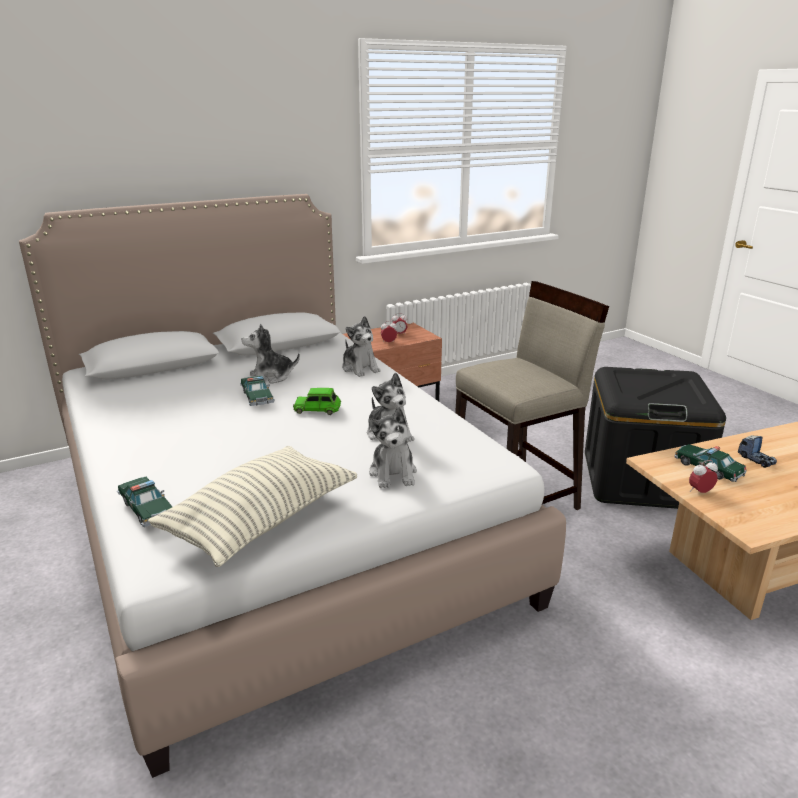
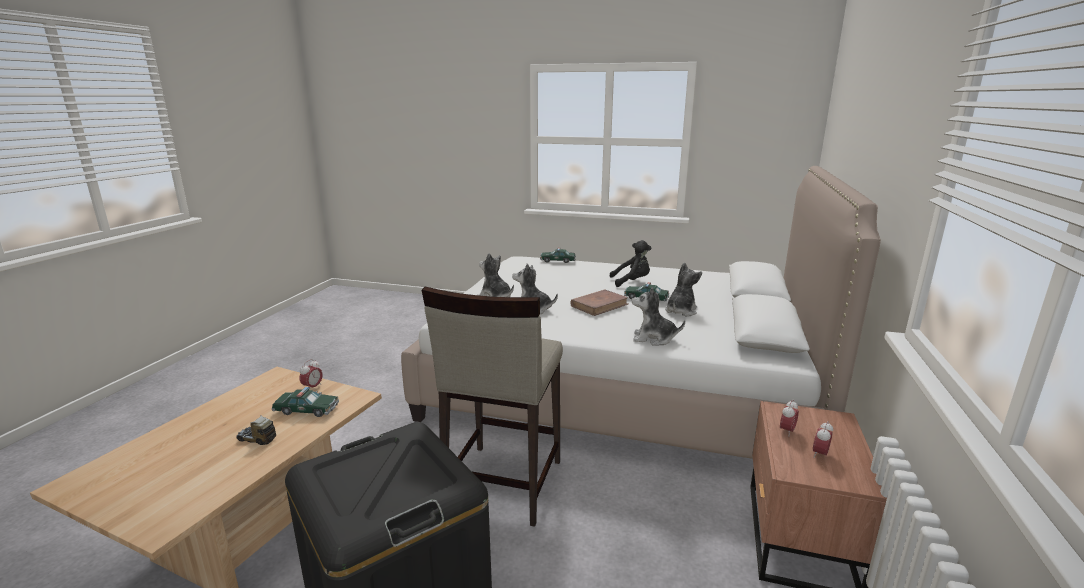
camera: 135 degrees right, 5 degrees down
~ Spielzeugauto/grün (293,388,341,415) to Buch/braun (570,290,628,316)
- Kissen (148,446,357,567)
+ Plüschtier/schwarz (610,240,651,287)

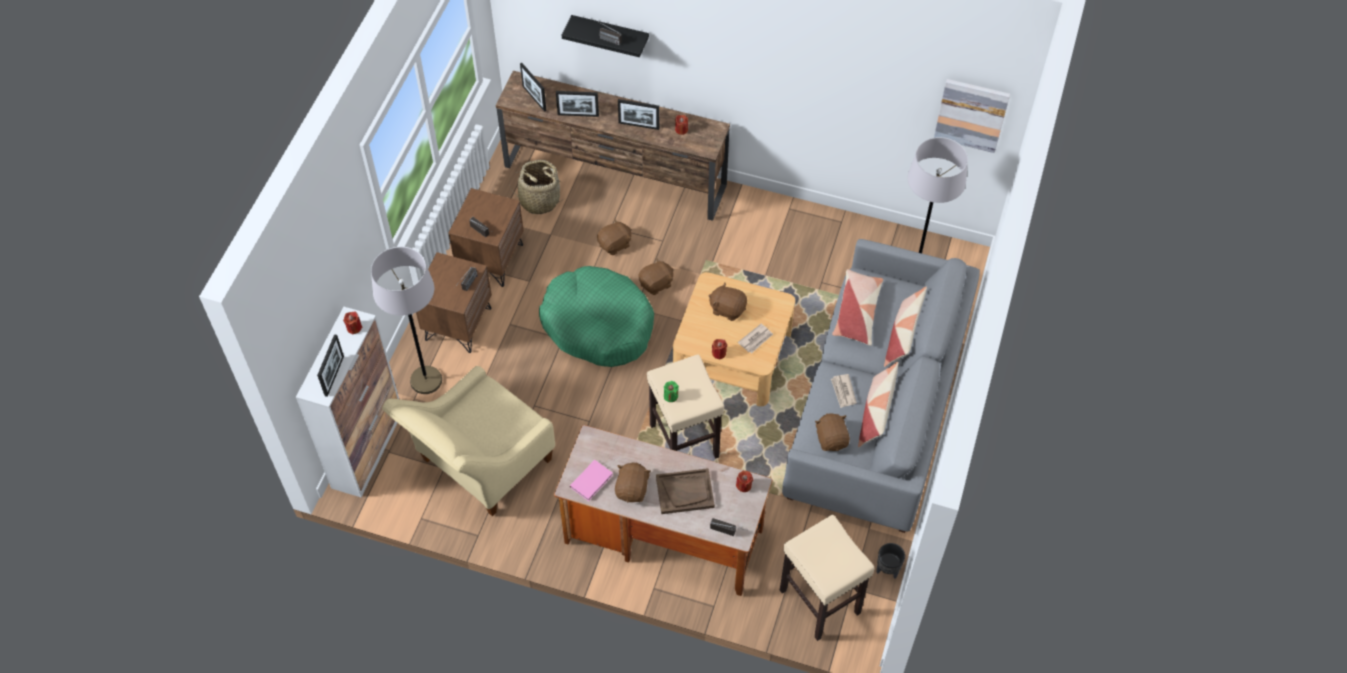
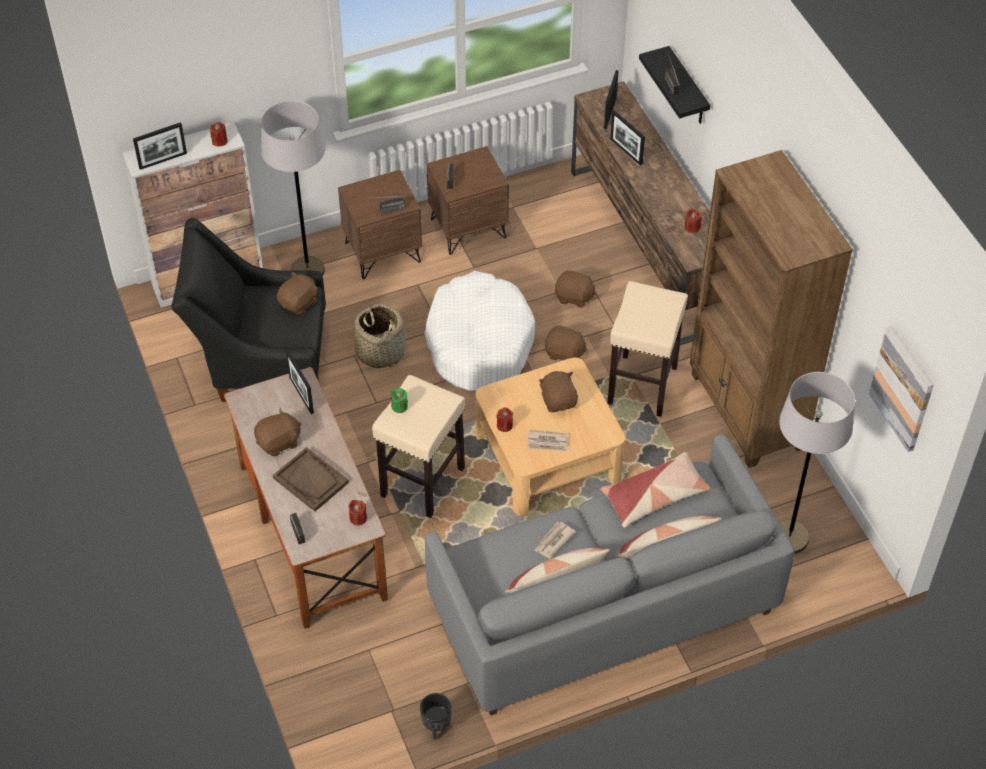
camera: 50 degrees right, 5 degrees down
~ Bilderrahmen (618,99,659,130) to (286,350,314,414)
~ Korb (509,160,565,214) to (355,303,405,368)
~ Hundebett/grün (539,266,654,367) to Hundebett/weiß (424,271,535,391)
~ Sessel/beige (382,366,555,516) to Sessel/schwarz (171,218,326,402)
~ Plüschtier/braun (815,413,850,451) to (277,272,318,315)
- Buch/rosa (570,460,613,501)
~ Hocker/beige (780,515,875,641) to (607,281,688,417)
+ Bücherregal/braun (690,150,853,468)

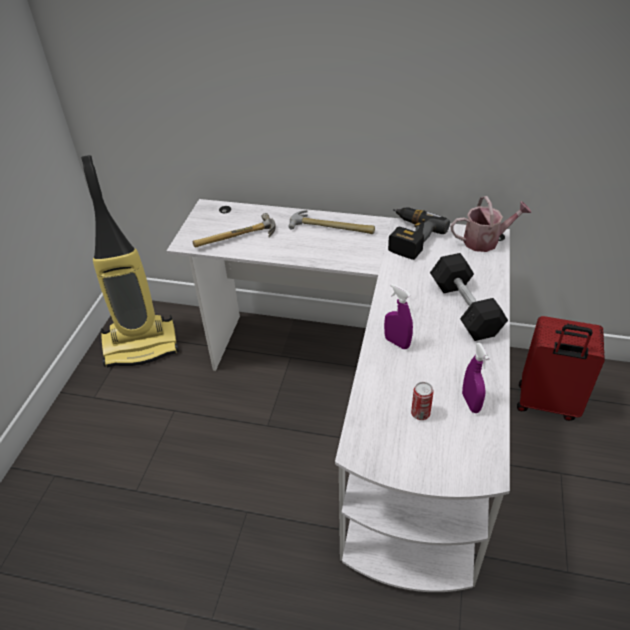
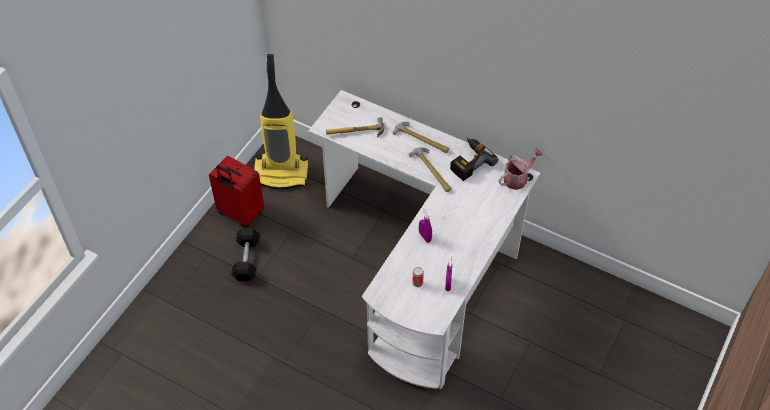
camera: 15 degrees right, 10 degrees up
~ Gießkanne (450,196,532,252) = (499,148,543,190) 45 degrees counterclockwise
~ Hantel/schwarz (430,253,508,341) to (231,228,260,281)
~ Koffer/rot (517,316,605,421) to (209,156,264,228)
+ Hammer (409,147,452,192)

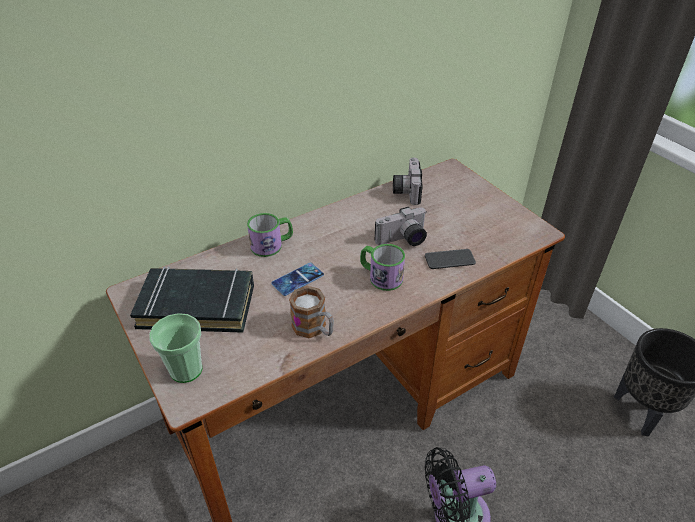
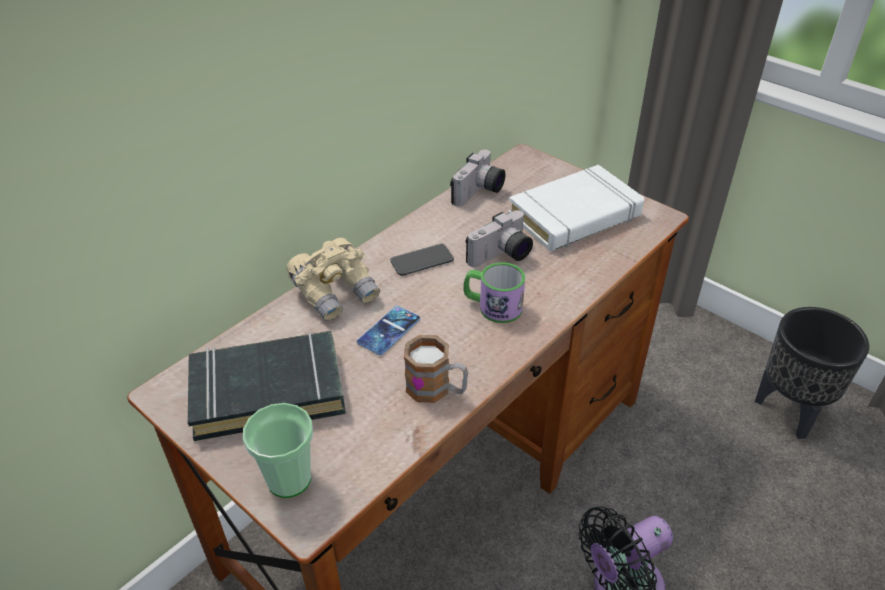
camera: 15 degrees left, 0 degrees up
~ Kamera (393,158,423,205) = (450,150,506,207) 135 degrees counterclockwise
~ Henkelbecher (247,213,293,257) to Fernglas/beige (286,238,380,321)
~ Handy (425,249,476,269) to (390,244,454,276)
+ Buch/weiß (508,165,644,252)

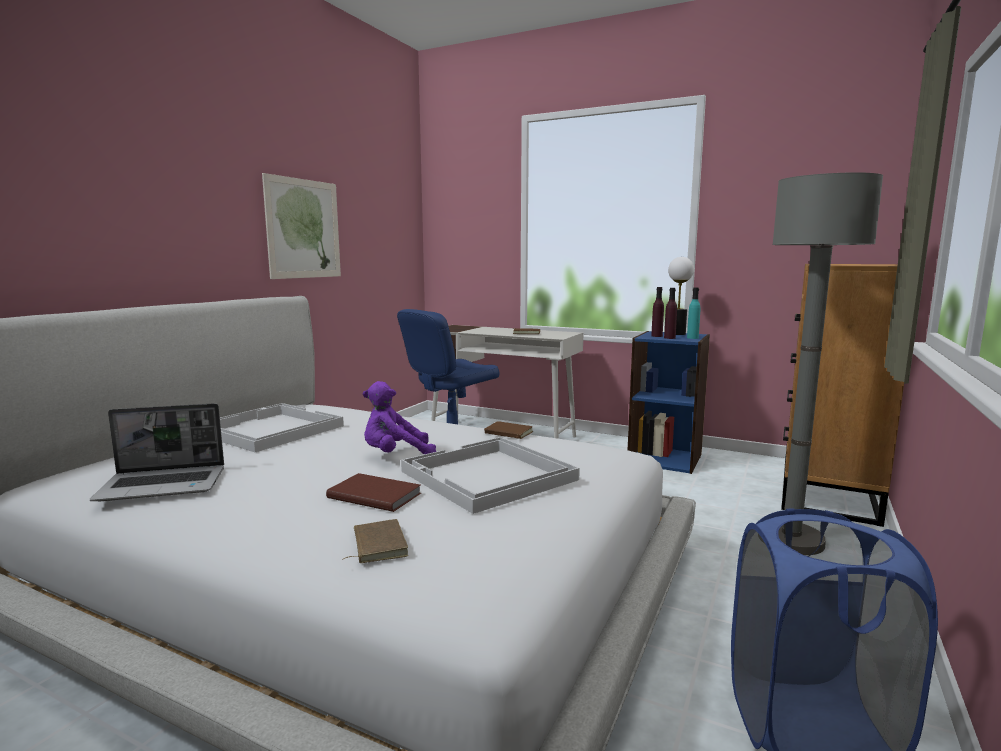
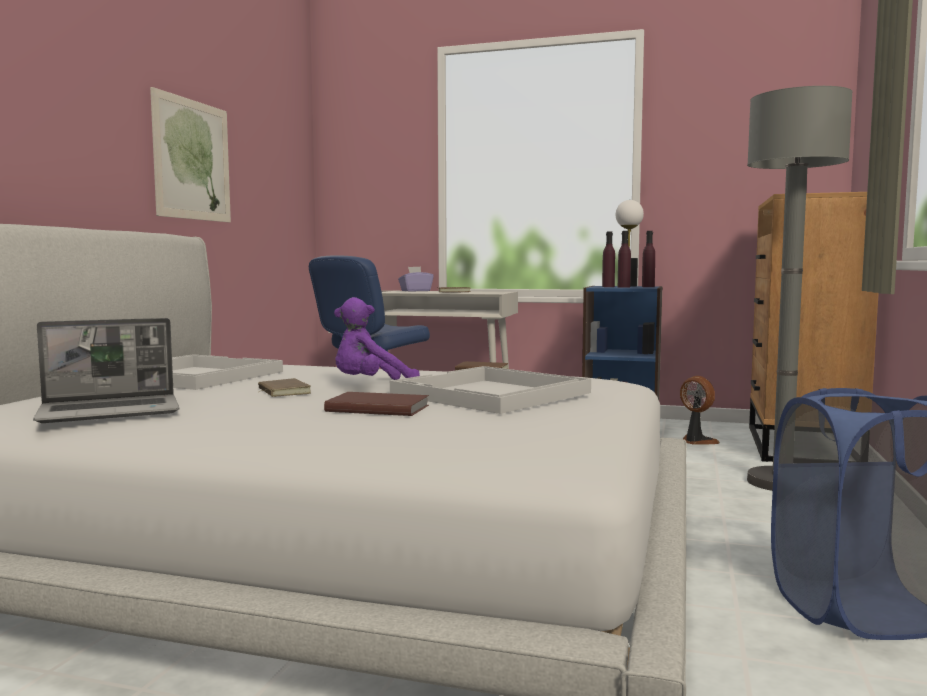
camera: 10 degrees left, 5 degrees down
~ Flasche/türkis (687,288,700,339) to Flasche/lila (642,231,655,287)
~ Buch/braun (344,519,408,563) to (258,378,311,397)
+ Taschentuchbox/lila (398,266,434,292)
+ Ventilator (680,376,720,445)

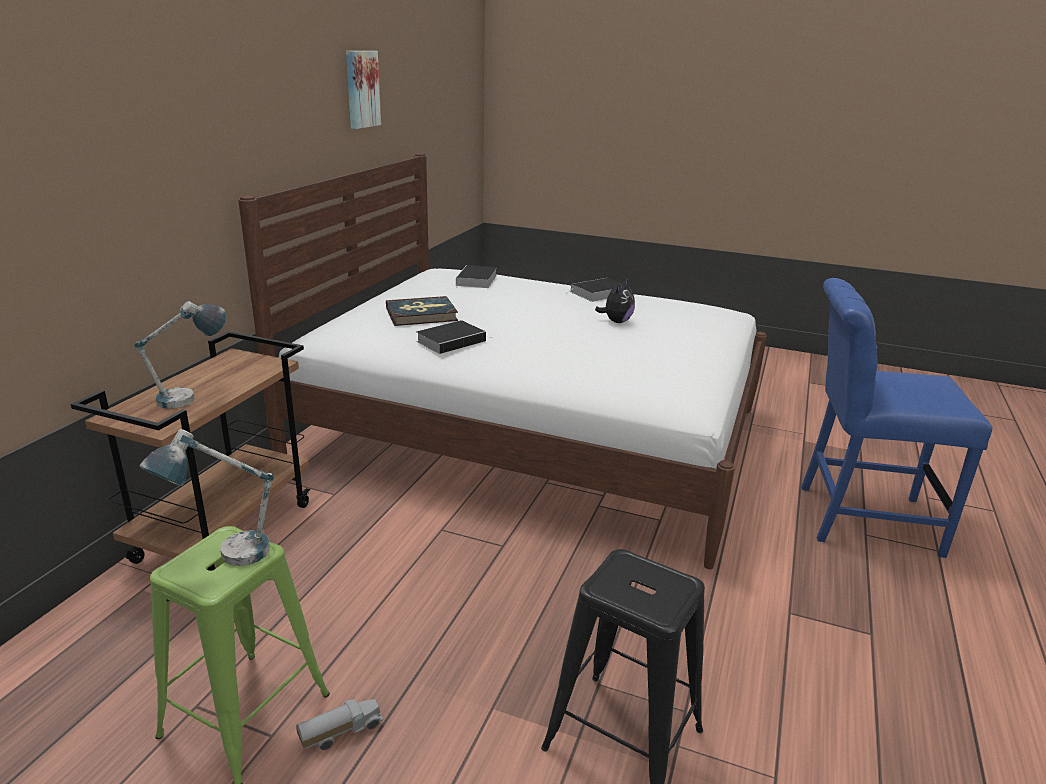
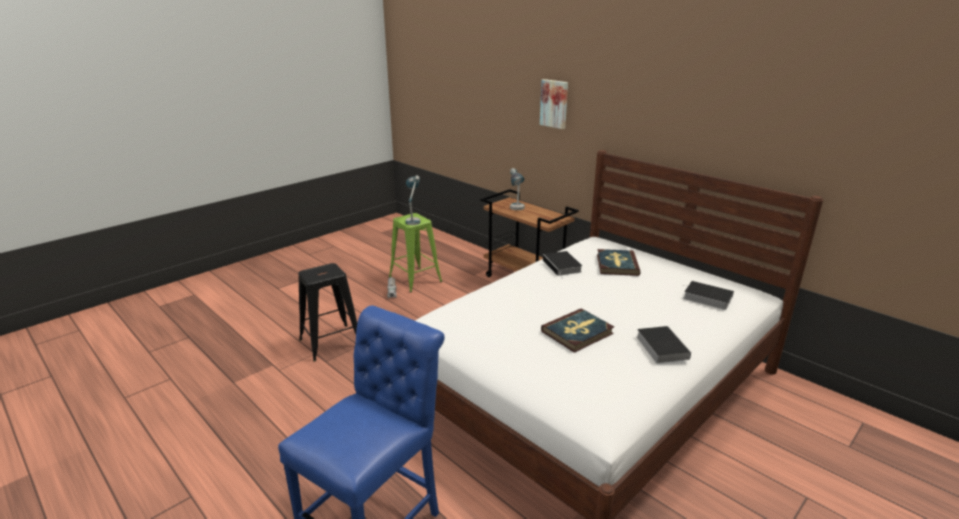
camera: 115 degrees right, 0 degrees up
~ Bild (346,51,381,129) to (540,79,568,129)
~ Plüschtier (595,279,635,323) to Buch (541,308,614,353)

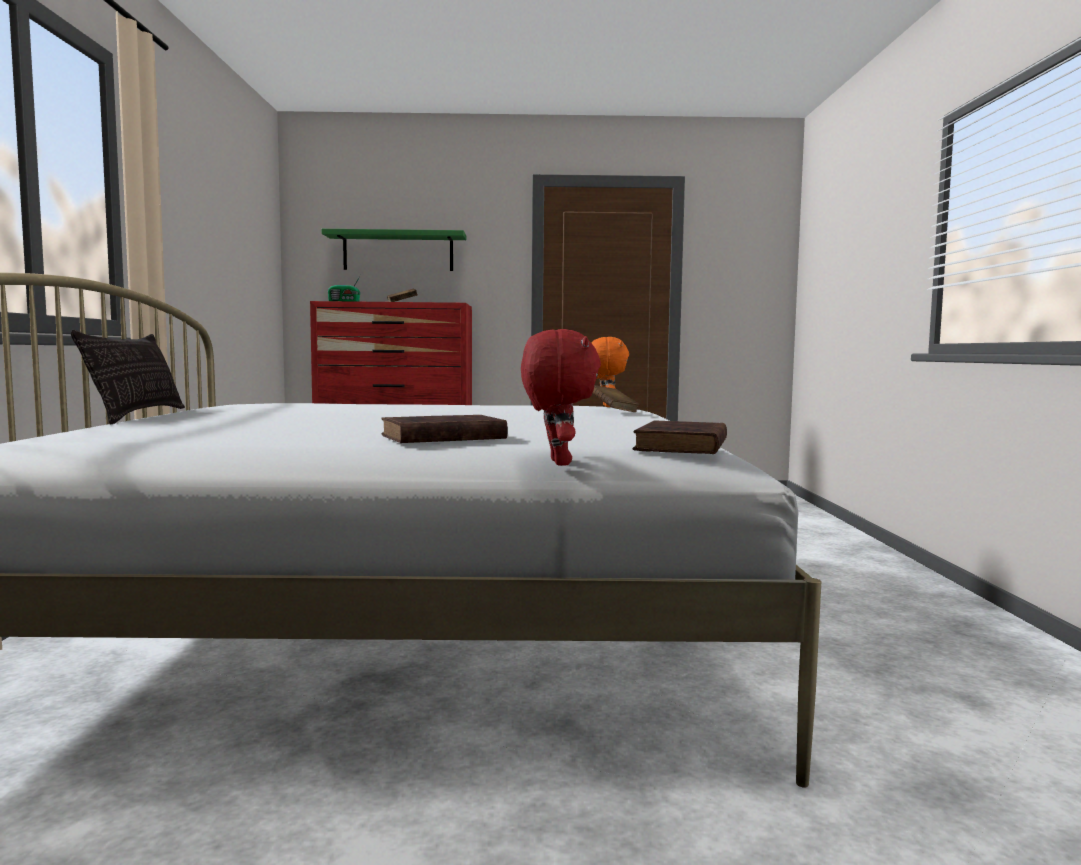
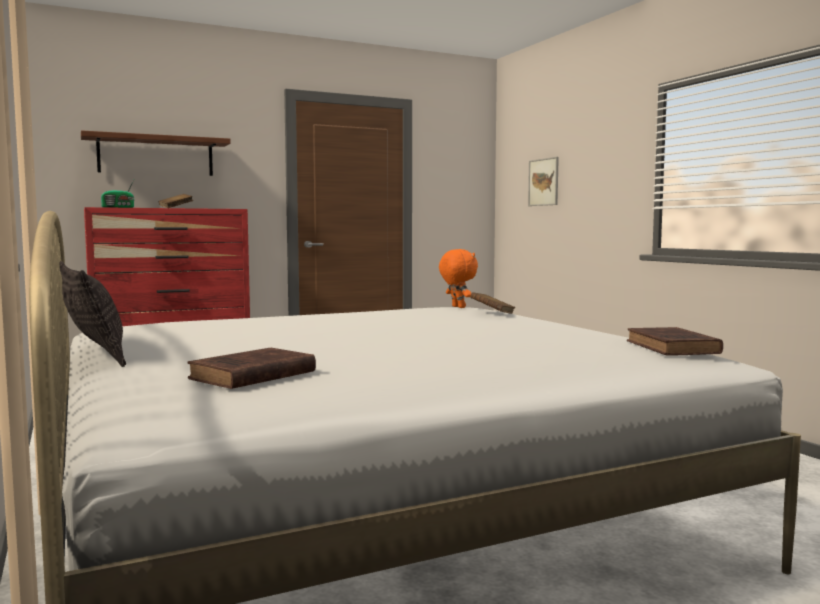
camera: 25 degrees left, 0 degrees up
~ Wandregal/grün (322,229,466,271) to Wandregal/braun (81,130,231,176)
- Plüschtier/rot (521,329,601,466)
~ Buch/braun (382,415,508,443) to (187,348,316,389)
+ Bild (528,157,559,206)

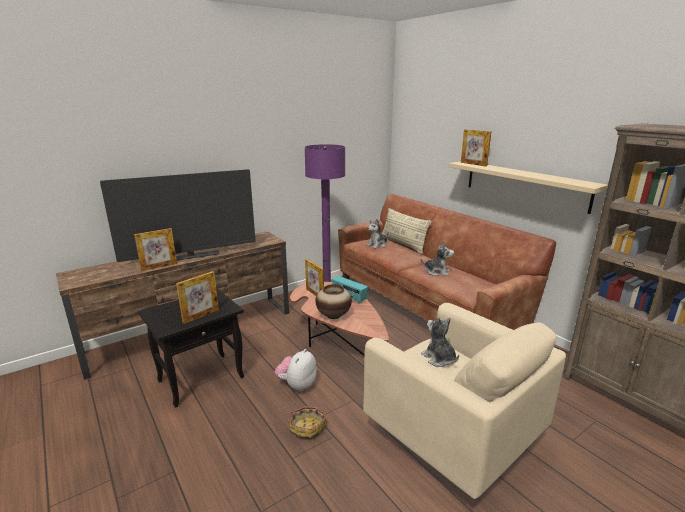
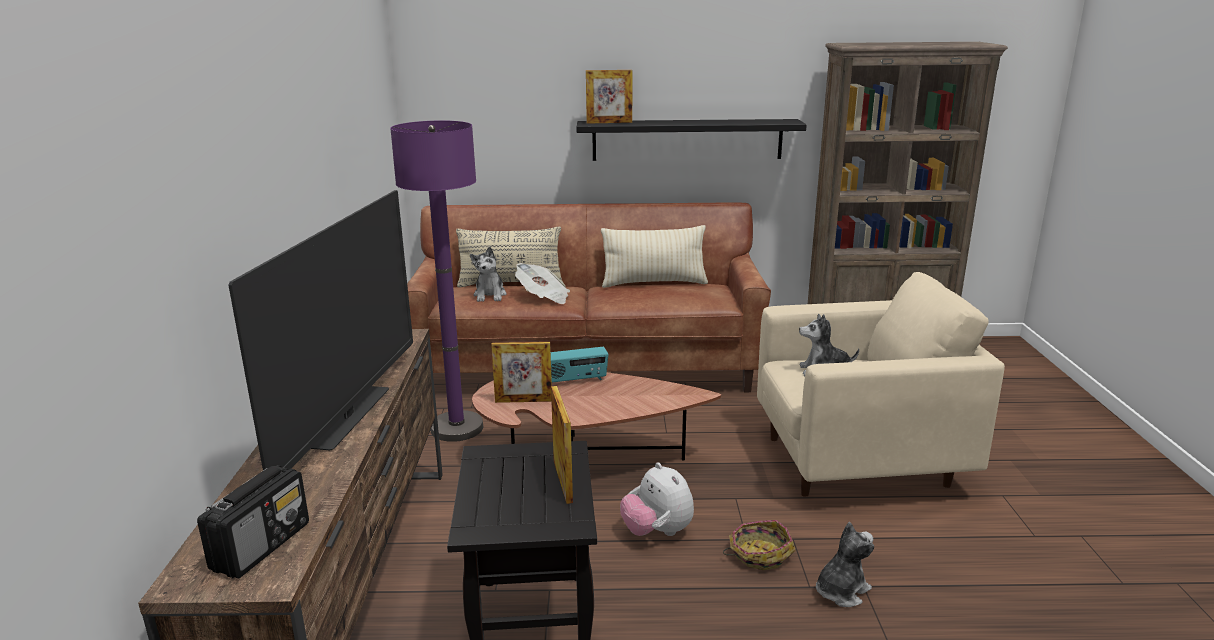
camera: 55 degrees left, 0 degrees up
~ Wandregal/beige (449,161,608,214) to Wandregal/schwarz (576,119,807,161)
- Bilderrahmen (134,228,177,271)
~ Plüschtier (421,241,454,276) to (816,522,874,607)
- Vase (315,284,352,319)
+ Kissen/beige (601,225,708,288)
+ Zeitung (515,263,570,304)
+ Radio (197,465,309,578)

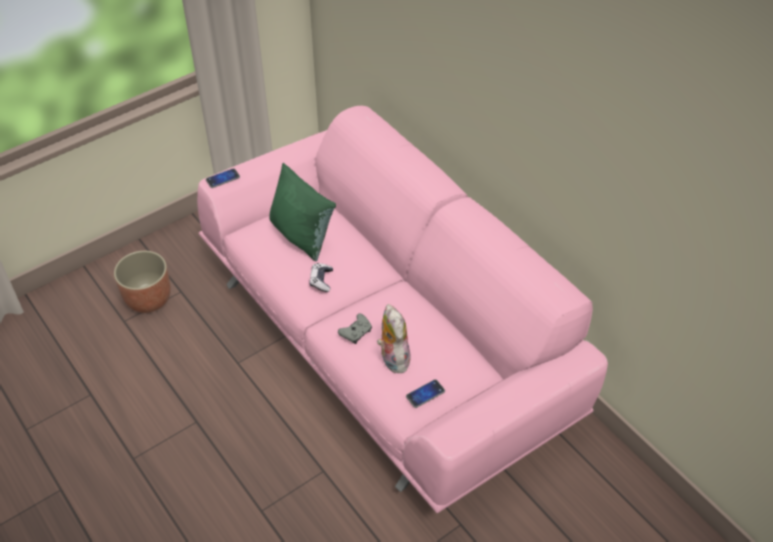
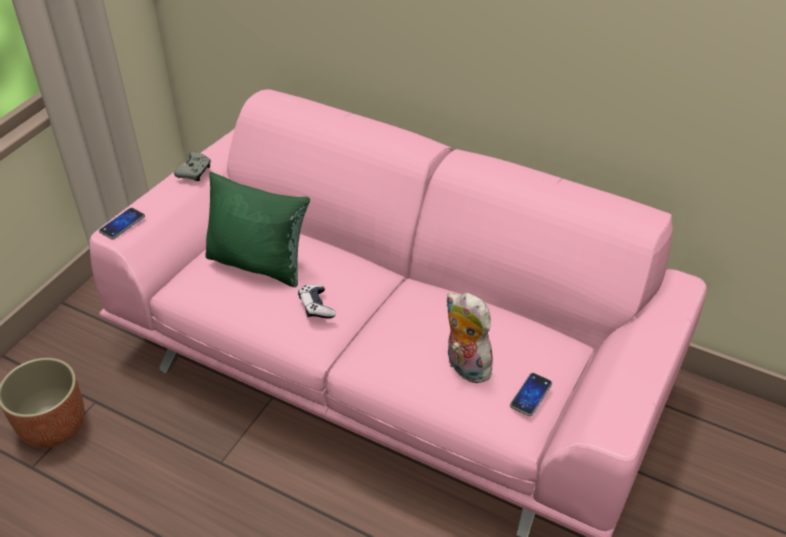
camera: 25 degrees left, 5 degrees down
~ Gamepad/grau (338,314,372,344) to (174,152,211,181)

